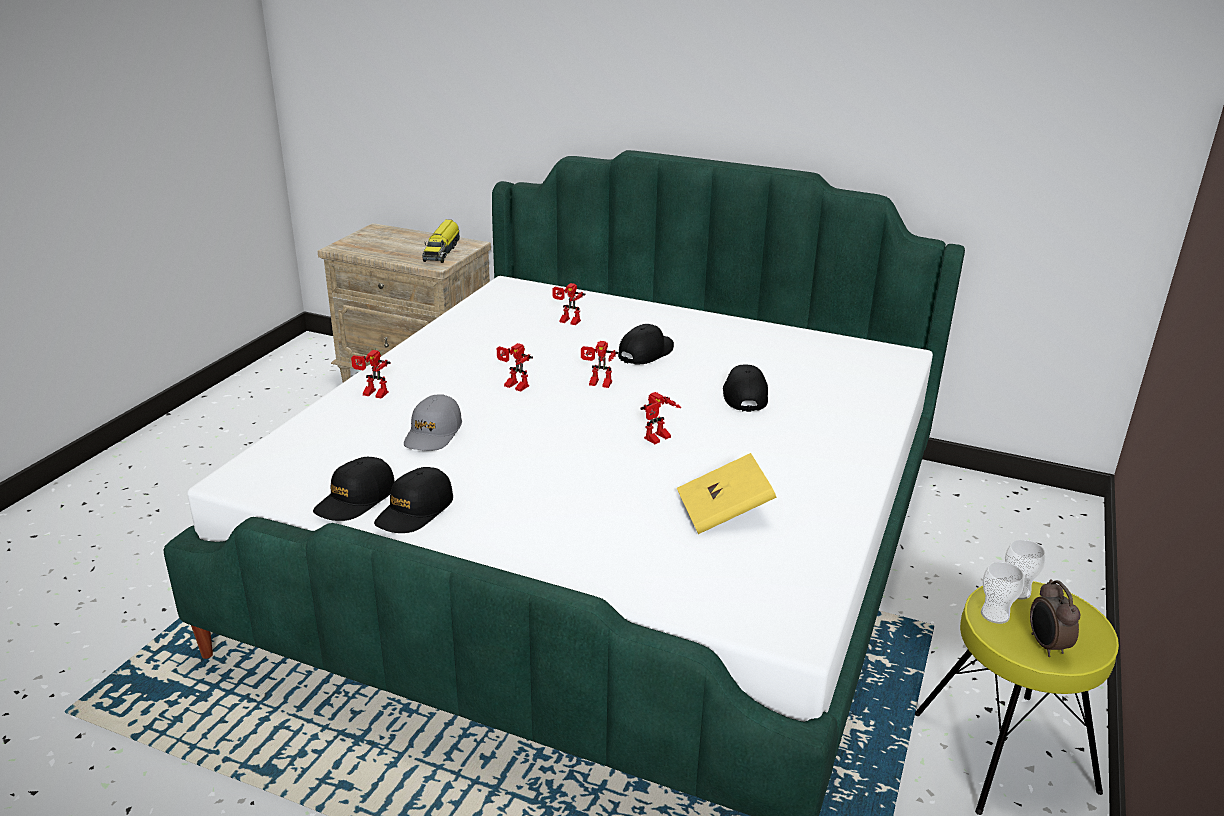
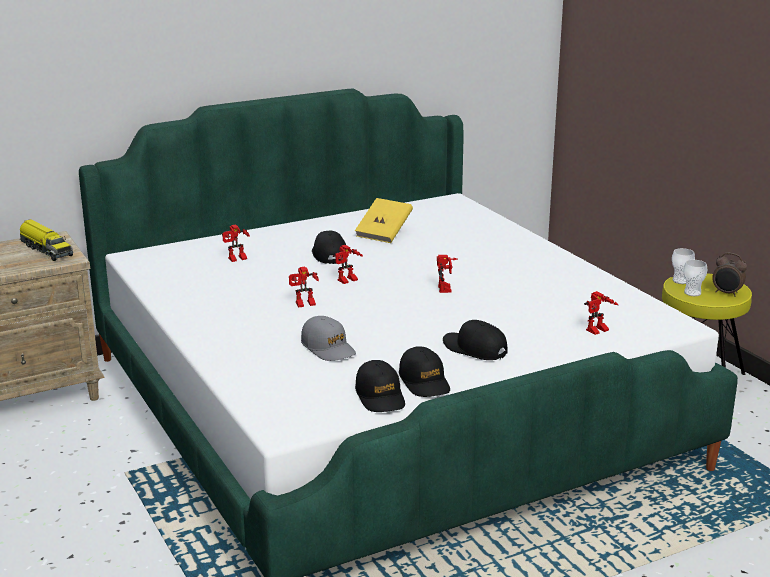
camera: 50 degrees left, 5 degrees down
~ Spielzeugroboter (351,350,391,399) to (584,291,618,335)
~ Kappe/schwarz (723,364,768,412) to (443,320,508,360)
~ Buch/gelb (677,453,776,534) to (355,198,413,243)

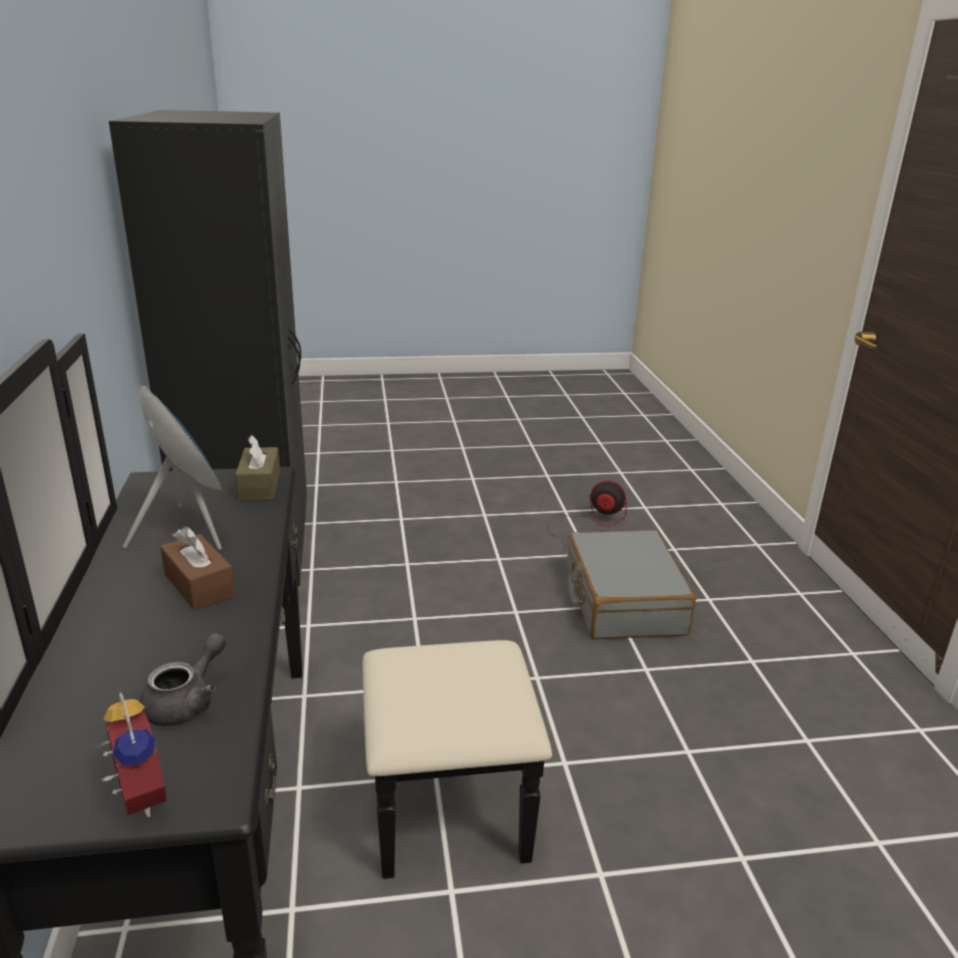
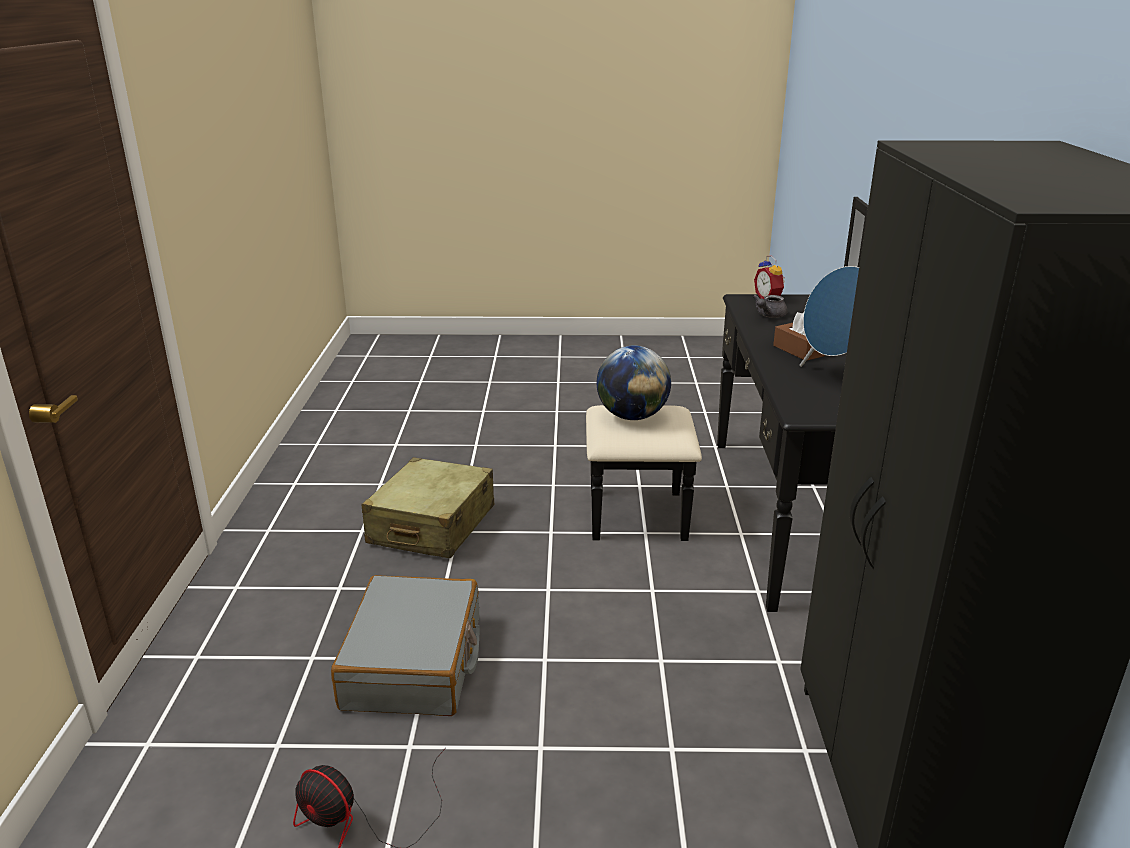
camera: 170 degrees left, 0 degrees up
- Taschentuchbox/braun (235,435,280,500)
+ Globus (597,345,671,420)
+ Koffer/beige (361,457,494,558)

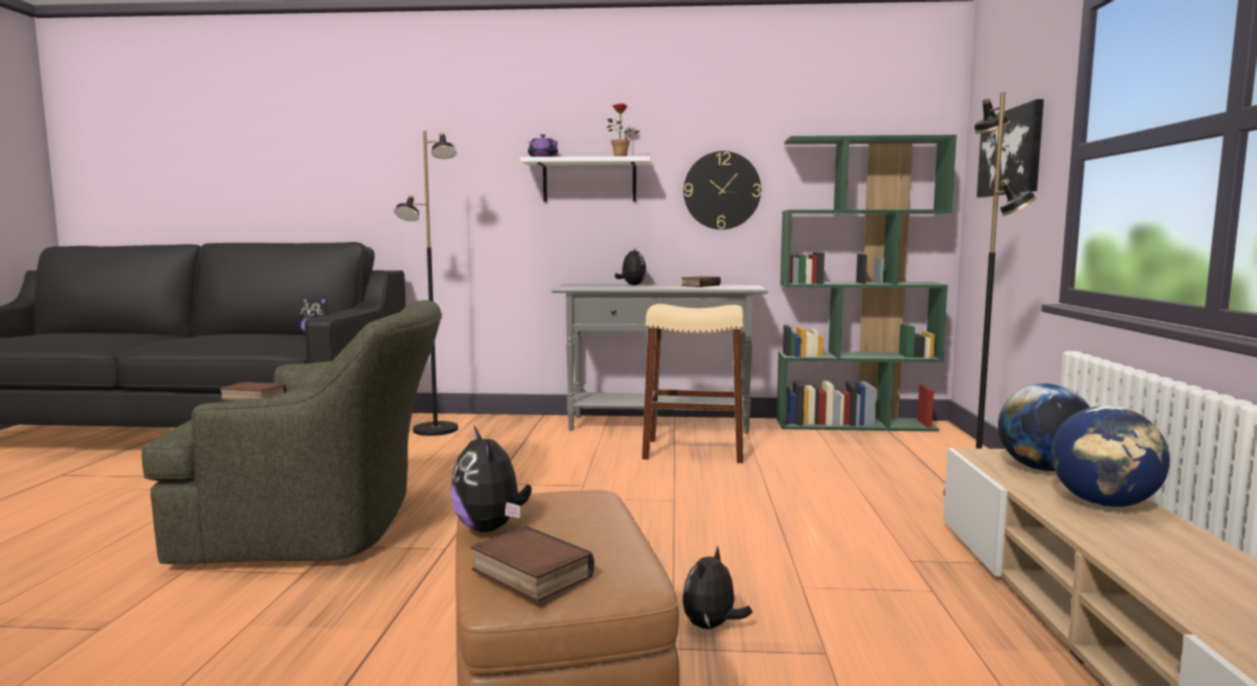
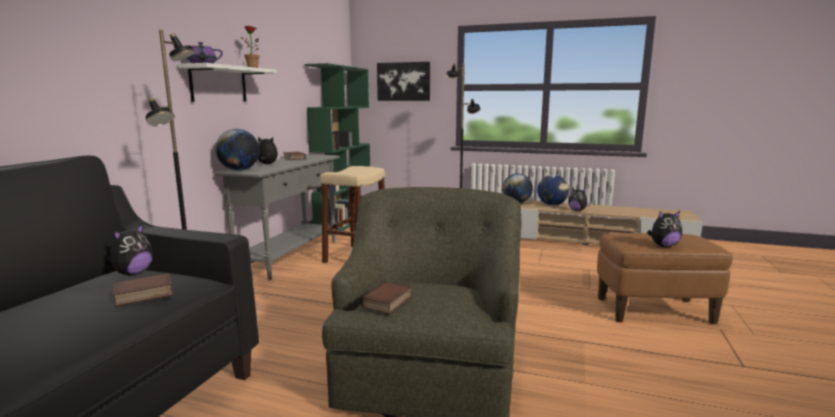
camera: 75 degrees left, 5 degrees up
- Wanduhr (684,151,761,230)
~ Buch (471,526,594,602) to (113,273,173,307)
~ Plüschtier (683,545,752,629) to (568,187,591,211)
+ Globus (215,129,260,171)

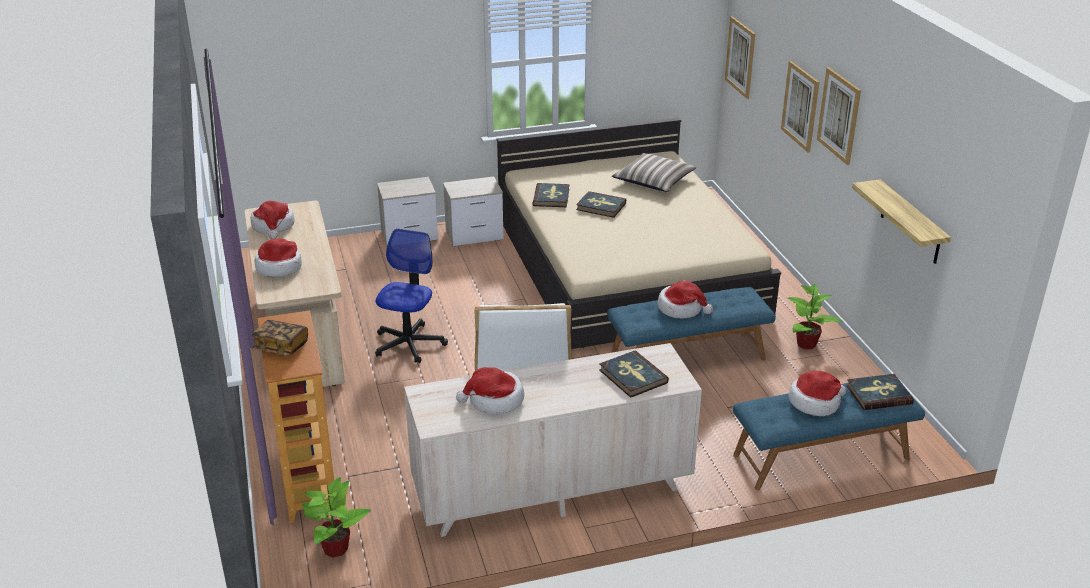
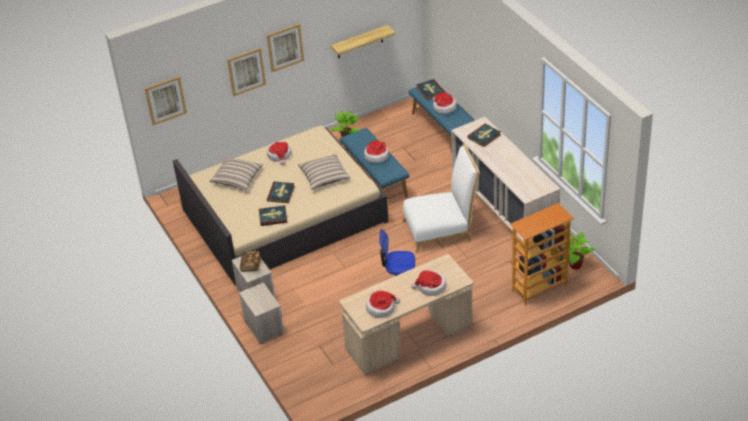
camera: 100 degrees left, 10 degrees up
~ Buch (252,320,308,356) to (240,251,261,272)
~ Hut (456,367,524,414) to (267,141,291,165)
+ Kissen (298,154,350,190)

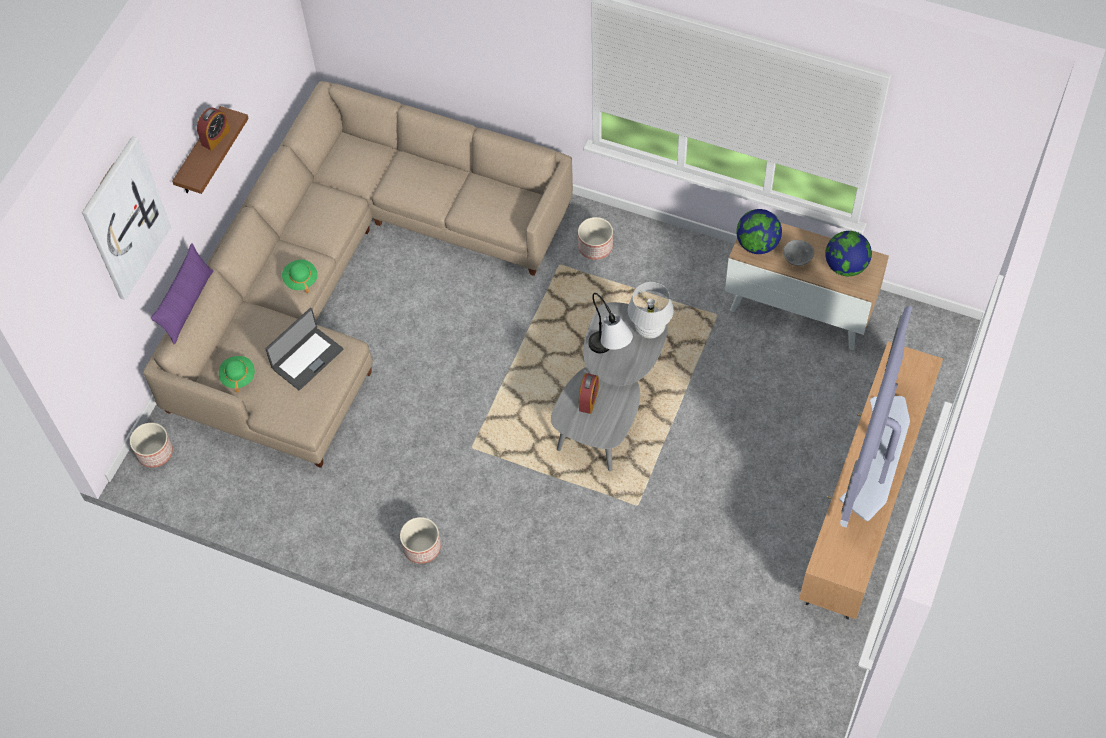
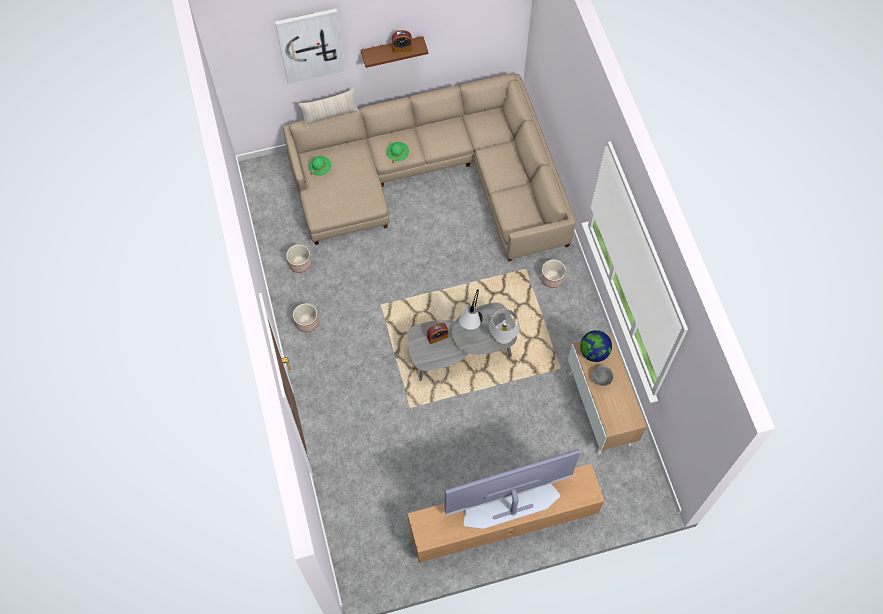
camera: 50 degrees right, 5 degrees up
- Globus (825,231,872,276)
~ Kissen/lila (151,243,213,345) to Kissen/beige (298,88,359,127)
- Laptop (266,308,343,390)
~ Pflanzkübel (130,423,173,468) to (286,245,312,273)

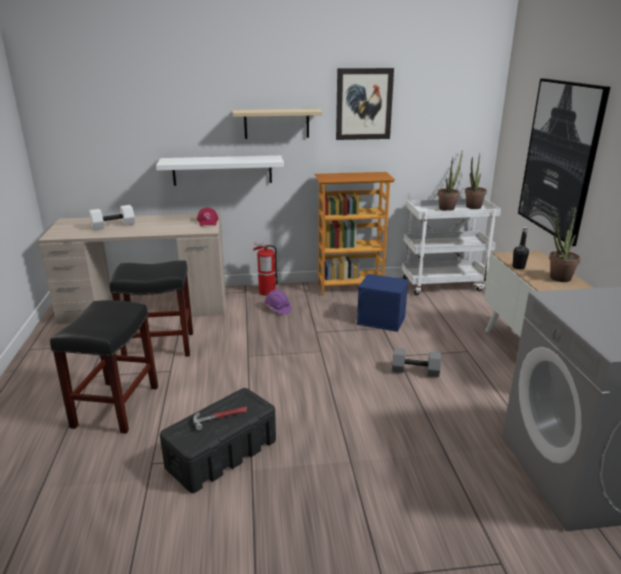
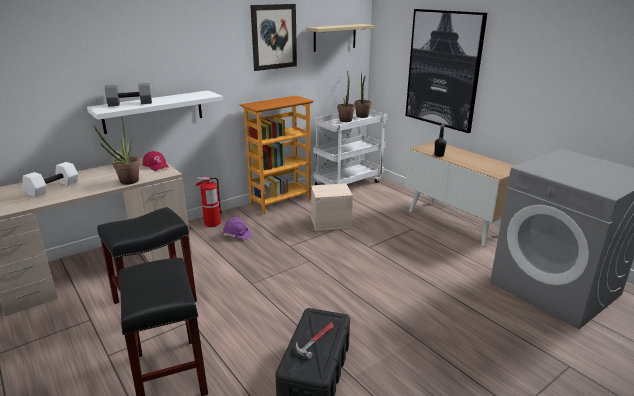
camera: 30 degrees left, 0 degrees up
~ Wandregal/beige (233,109,323,139) to (307,24,374,52)
~ Topfpflanze (549,207,581,282) to (94,116,140,185)
~ Aufbewahrungsbox/blau (357,274,408,332) to Aufbewahrungsbox/beige (311,183,353,231)
~ Hantel/grau (392,348,441,377) to (105,83,152,106)

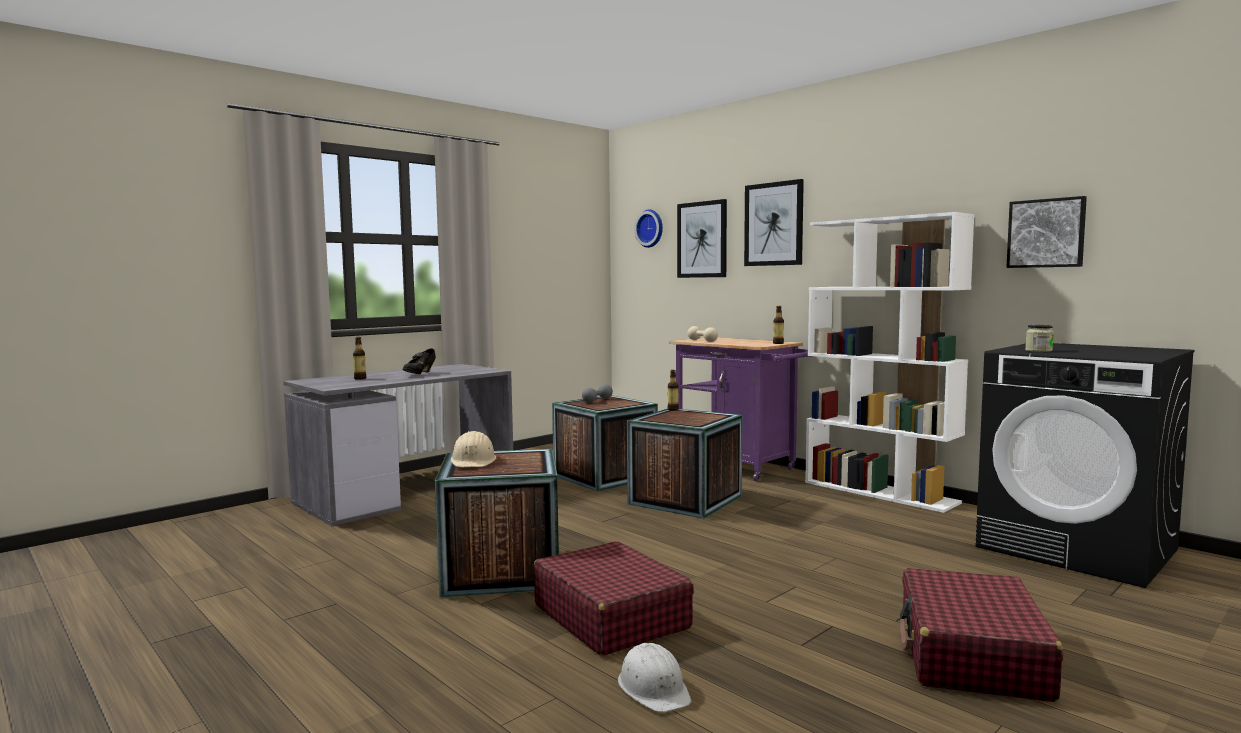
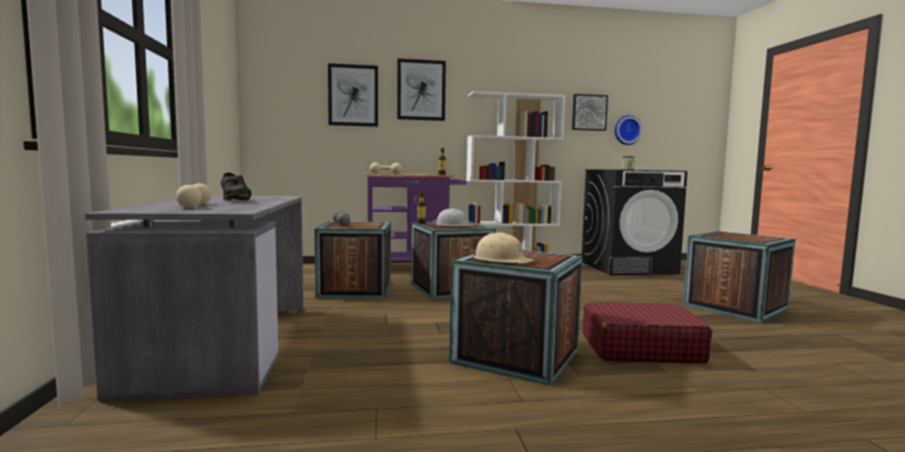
camera: 55 degrees left, 0 degrees up
~ Wanduhr (634,209,663,248) to (614,115,642,145)
~ Flasche (353,337,366,379) to Hantel/beige (176,183,211,208)
~ Koffer/rot (900,568,1063,702) to Kiste (683,231,796,323)
~ Schutzhelm/weiß (618,643,692,712) to (433,208,472,226)

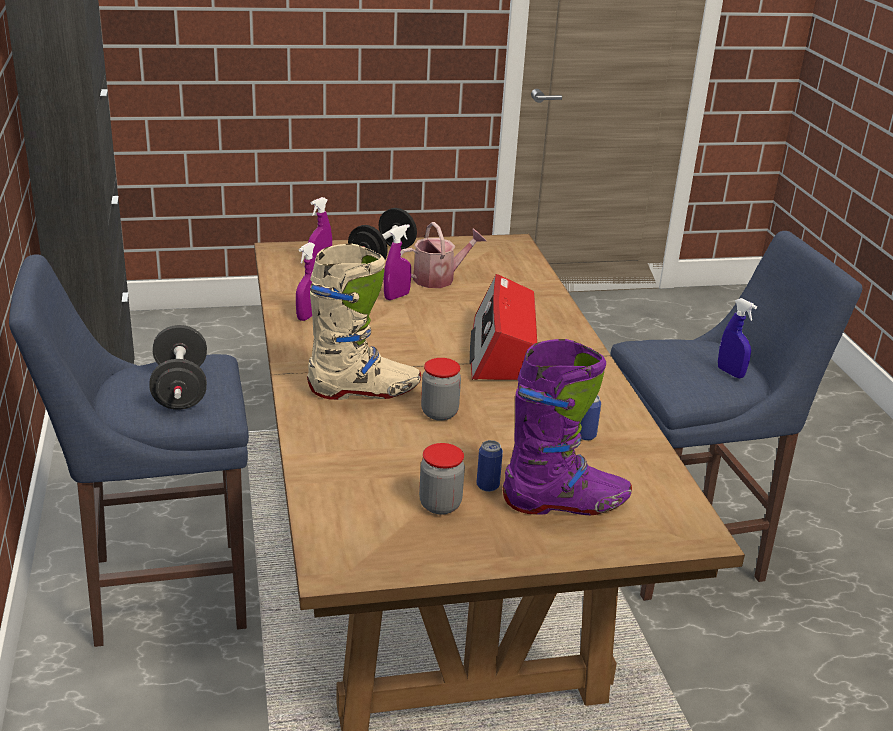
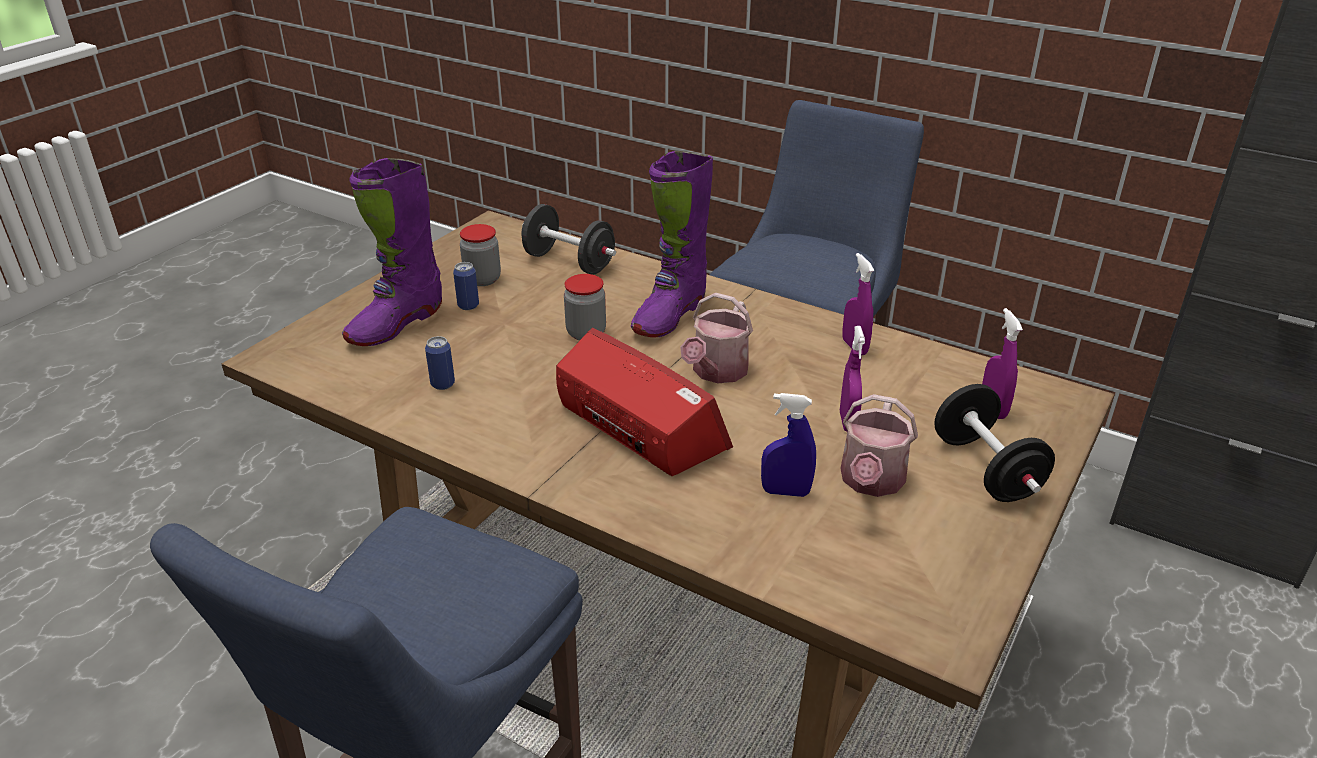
camera: 135 degrees right, 5 degrees up
~ Stiefel/beige (307,244,421,400) to Stiefel/lila (631,151,713,338)
~ Sprühflasche/blau (718,298,757,378) to (761,393,816,497)
~ Hantel/schwarz (149,325,207,410) to (522,204,616,275)
+ Gießkanne (680,293,753,383)

